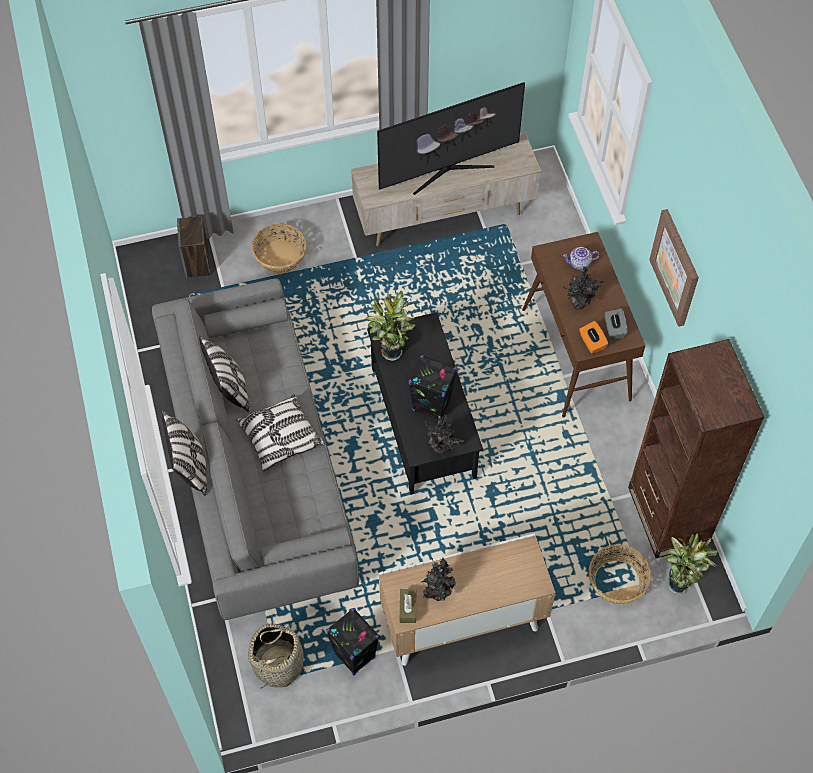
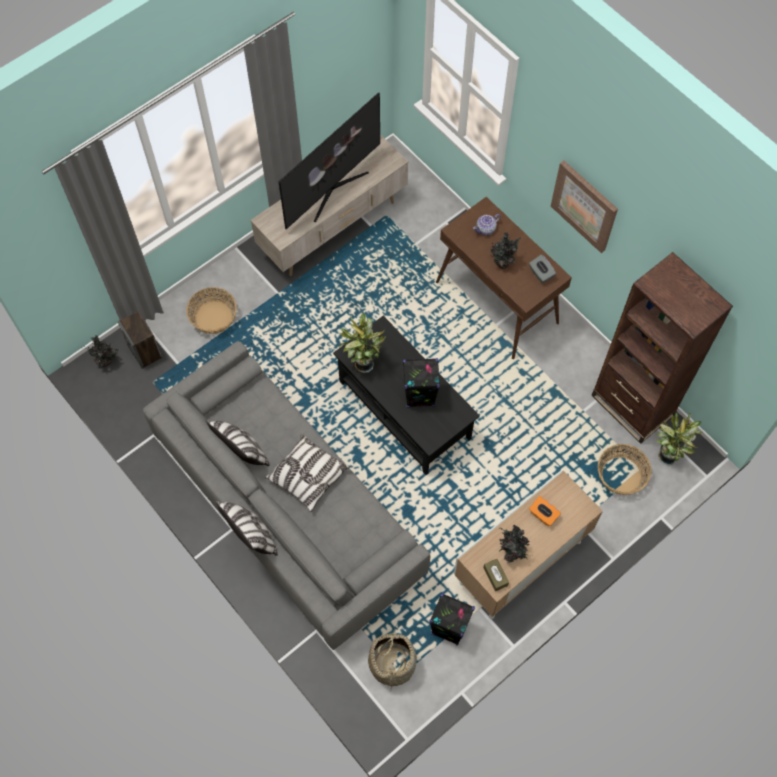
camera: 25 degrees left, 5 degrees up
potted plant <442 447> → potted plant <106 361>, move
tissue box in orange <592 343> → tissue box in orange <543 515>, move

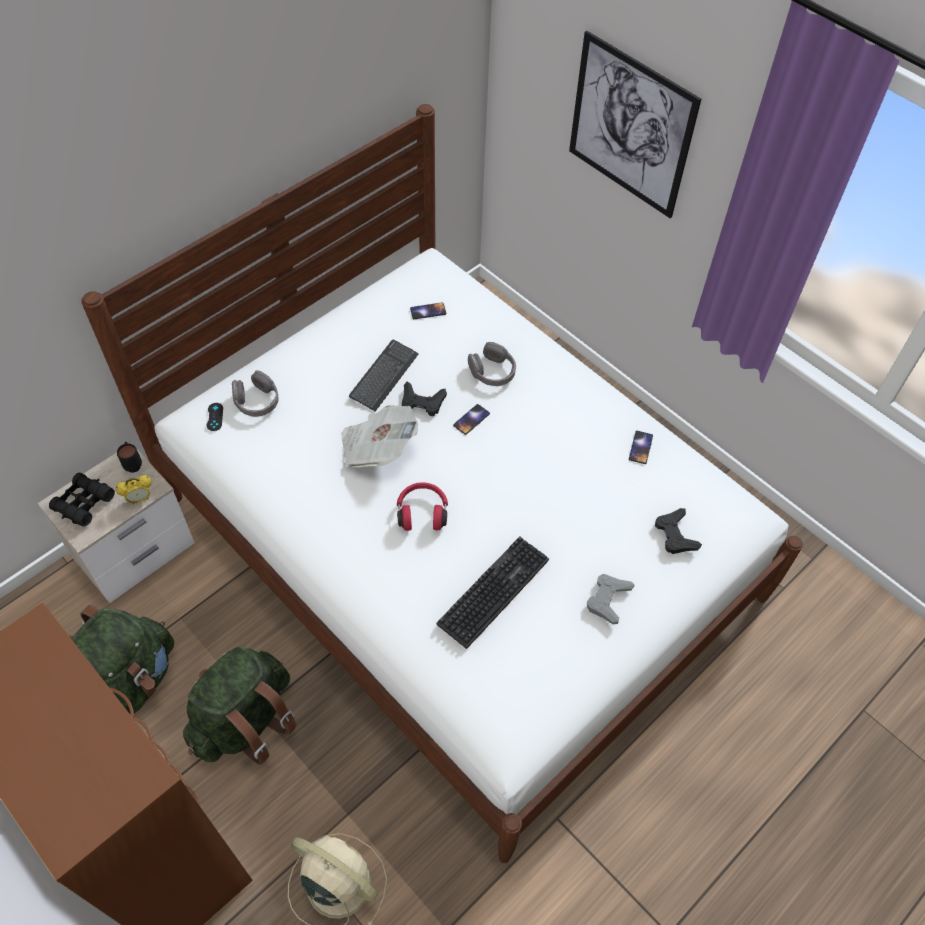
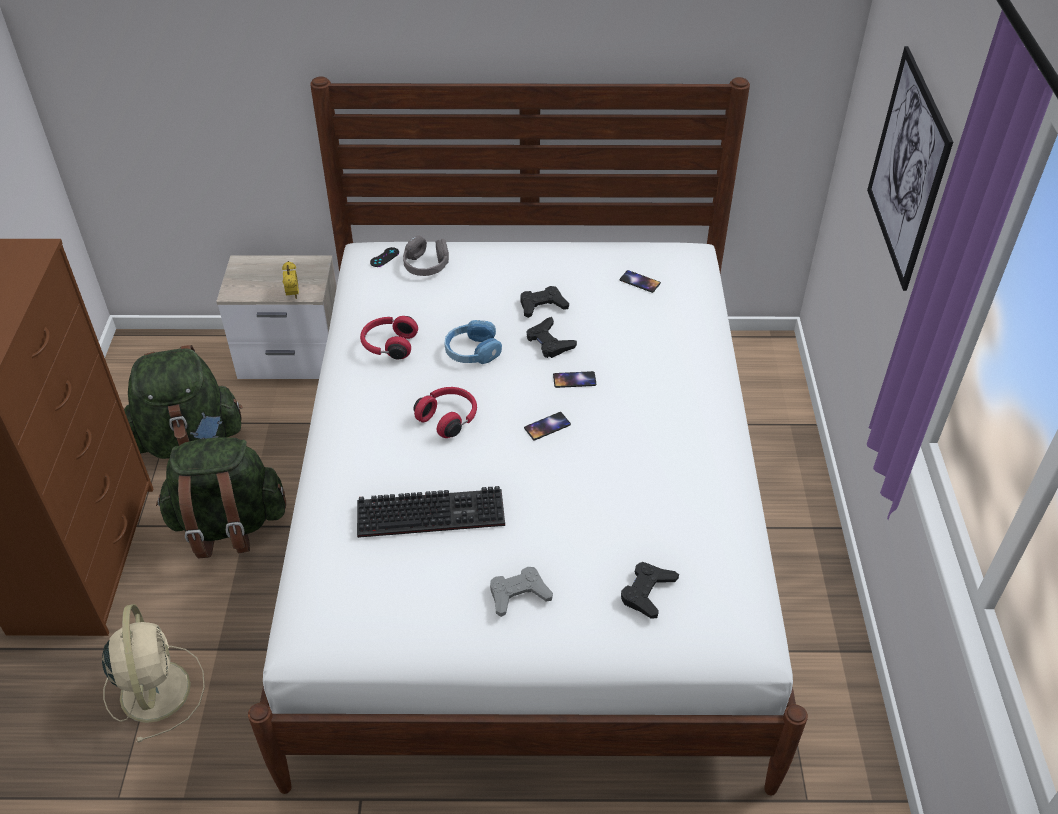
camera: 45 degrees right, 10 degrees down
binoculars in black <83 503> → -
alarm clock <140 499> → alarm clock <293 294>, 120 degrees counterclockwise
mug in black <133 464> → -
newspaper <377 448> → headphones in blue <472 351>
keyboard <384 376> → game controller in black <542 305>
headphones in grey <492 372> → -
phone <640 447> → phone <547 426>, move
- → headphones in red <388 345>

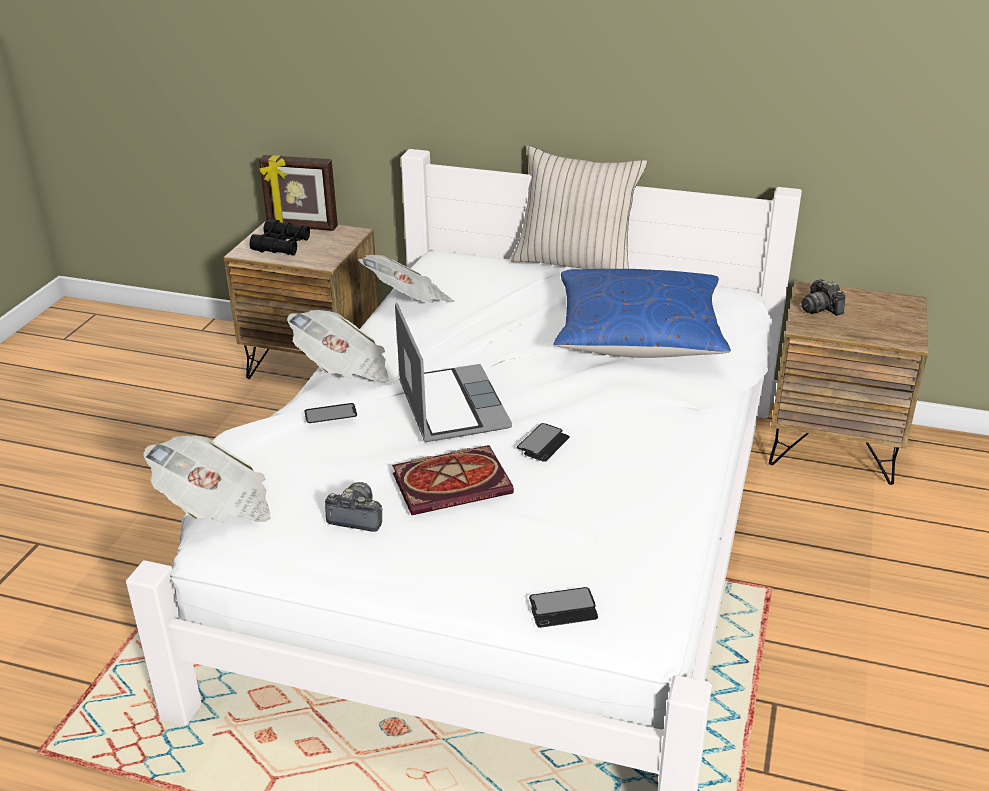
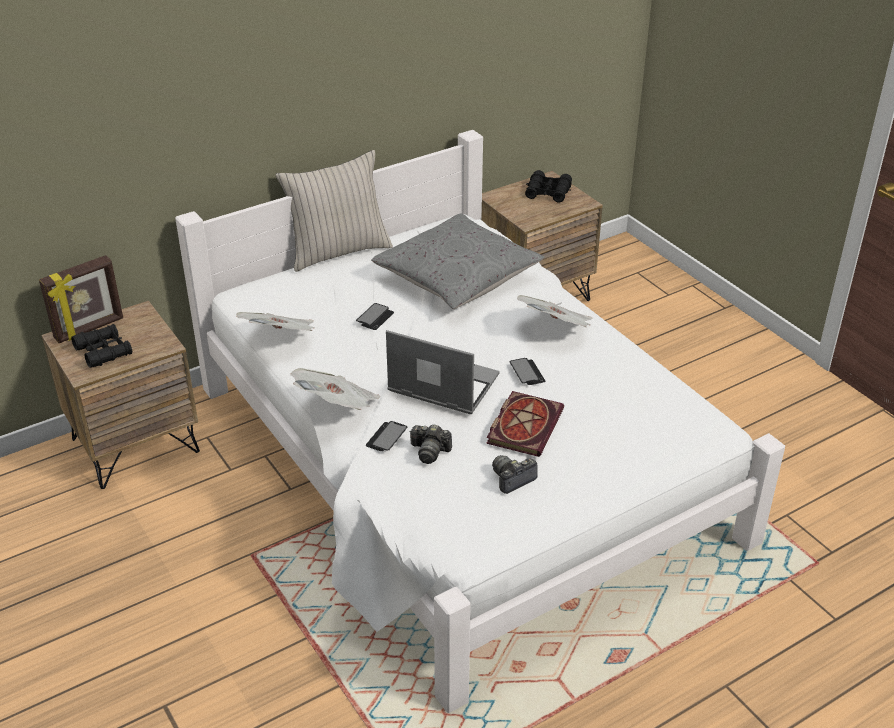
camera: 50 degrees left, 5 degrees up
newspaper <216 506> → newspaper <556 328>, move
phone <563 609> → phone <375 317>, move
pillow in blue <638 335> → pillow in grey <457 278>
photo camera <820 308> → photo camera <430 451>, move
- → binoculars in black <548 192>

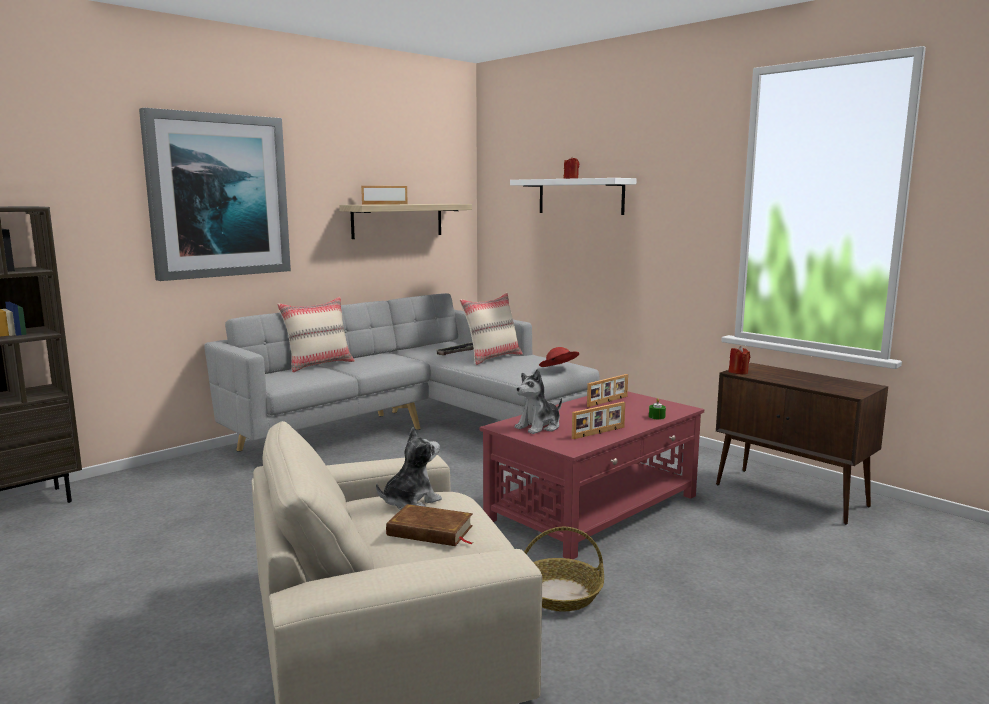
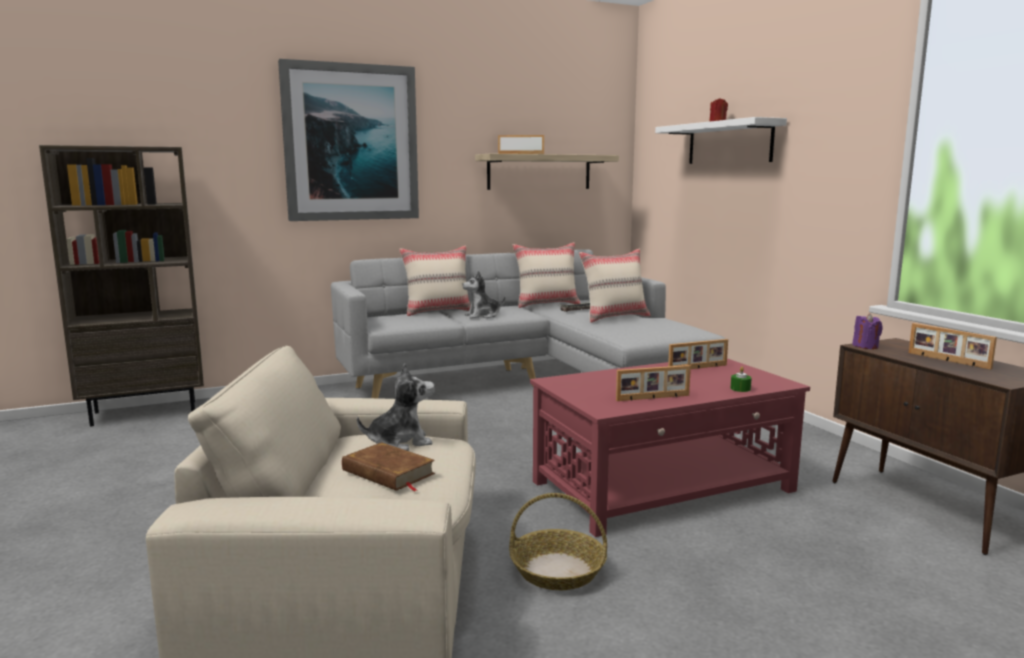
camera: 20 degrees right, 0 degrees up
plush toy <539 427> → plush toy <483 315>, move
hat in red <558 369> → -
candle in red <738 372> → candle in purple <865 346>
- → pillow in beige <547 304>
- → picture frame <947 360>

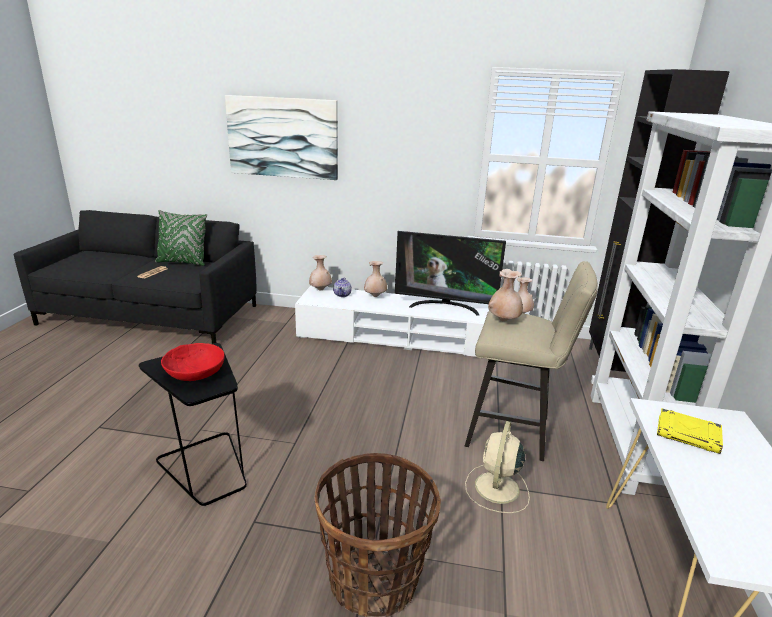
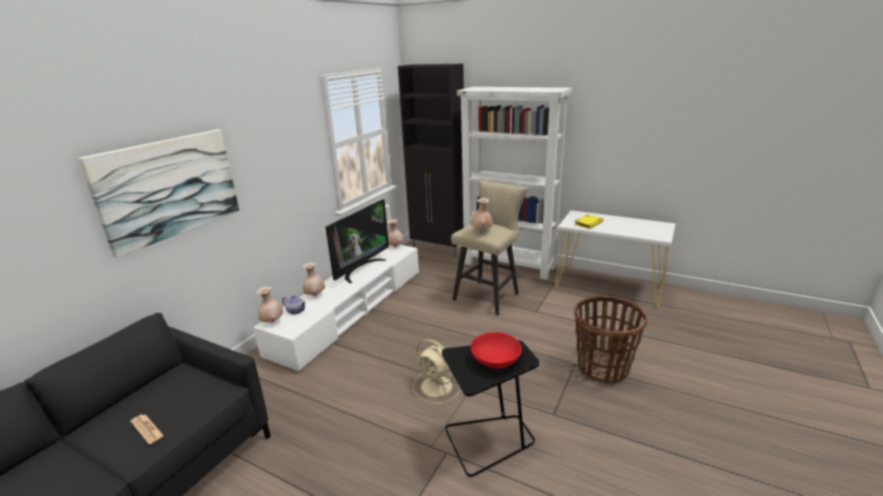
camera: 70 degrees left, 0 degrees up
pillow in green <183 262> → -
fan in beige <496 489> → fan in beige <437 387>, move

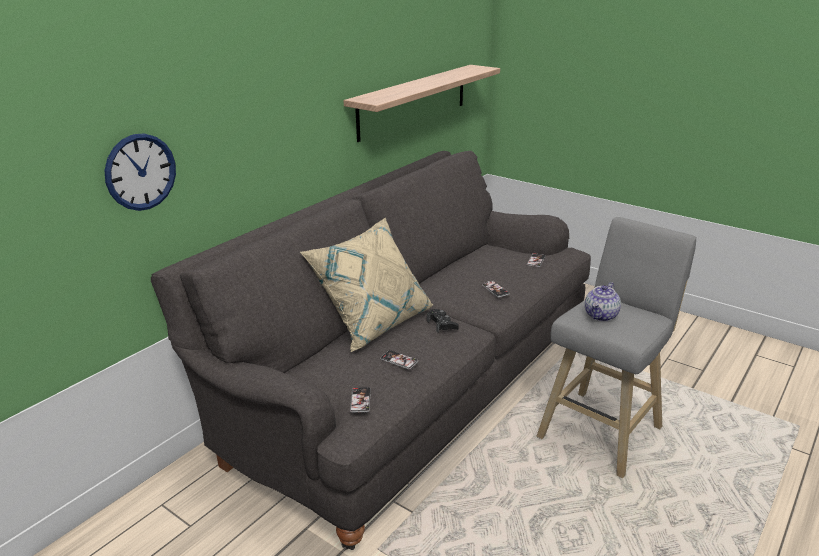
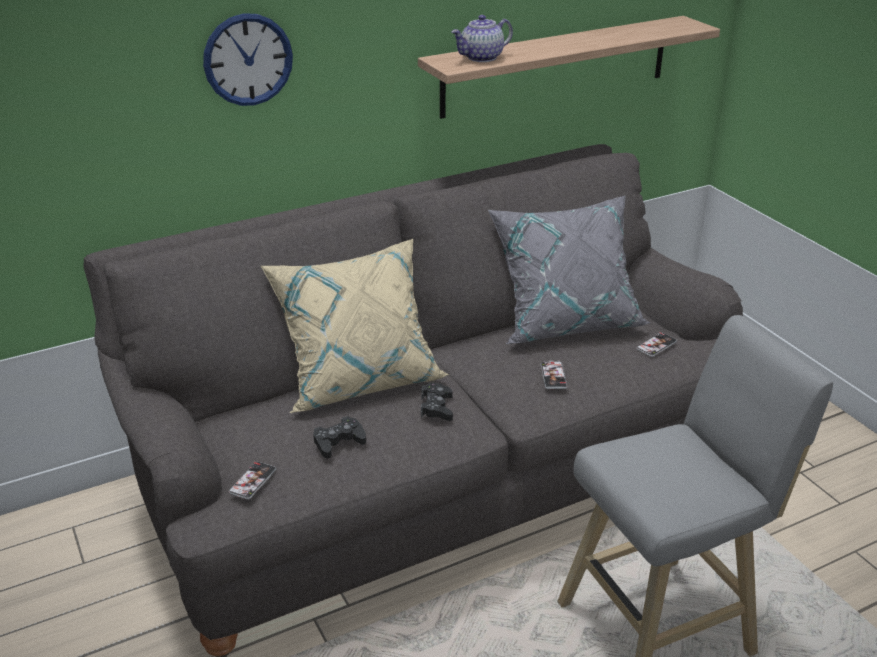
camera: 25 degrees right, 5 degrees up
wall clock <140 172> → wall clock <248 60>, move
phone <399 360> → game controller in black <338 442>
teapot <601 315> → teapot <481 58>, move
- → pillow in grey <565 320>

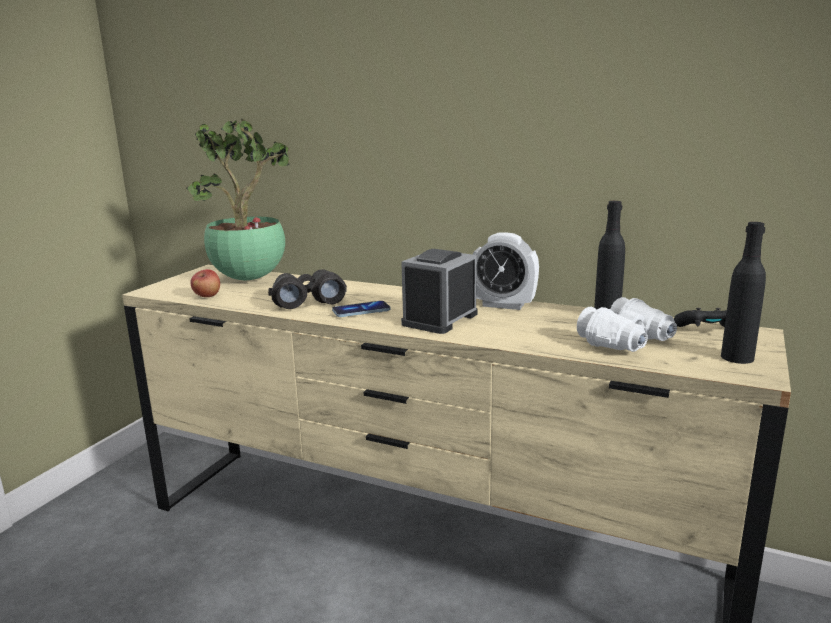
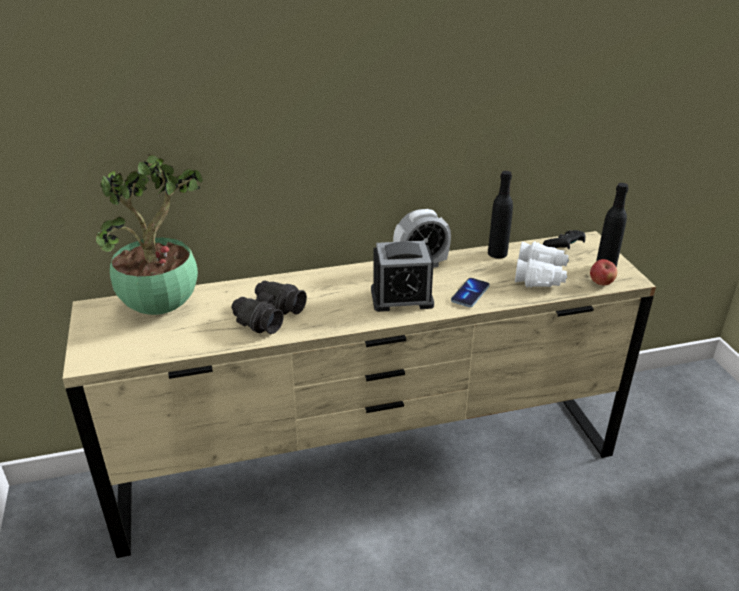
camera: 40 degrees left, 15 degrees up
apple <207 296> → apple <601 283>, move
phone <361 311> → phone <470 294>, move
alarm clock <440 319> → alarm clock <401 298>, 90 degrees counterclockwise

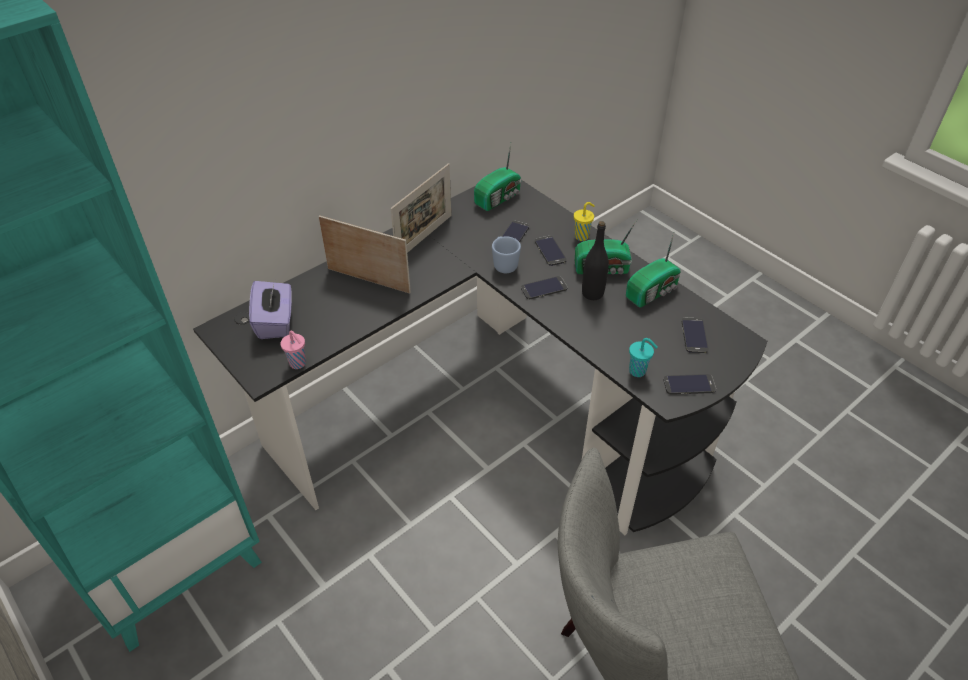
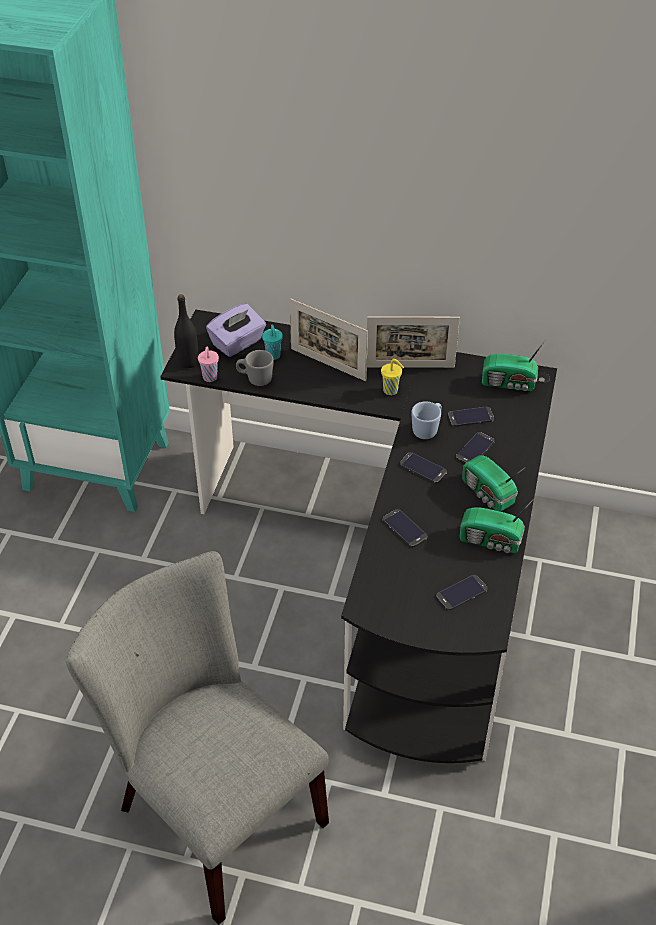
camera: 55 degrees right, 0 degrees up
picture frame <368 280> → picture frame <328 364>, 135 degrees clockwise
cup in yellow <582 236> → cup in yellow <391 391>, move
bottle in black <592 293> → bottle in black <188 362>, move
cup in turquoise <638 371> → cup in turquoise <273 356>, move
phone <689 385> → phone <404 528>, move
- → mug in grey <255 379>

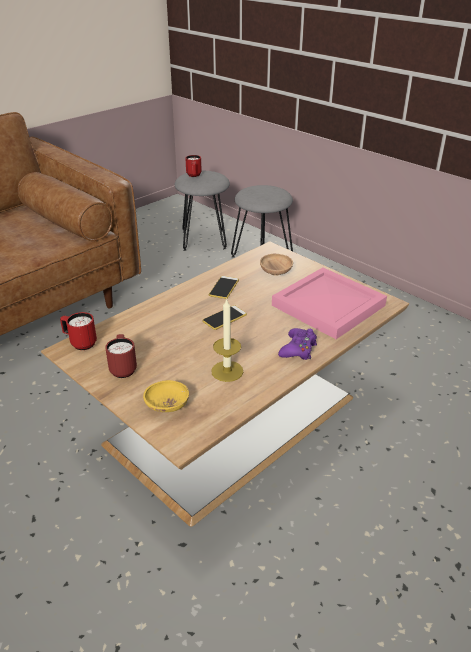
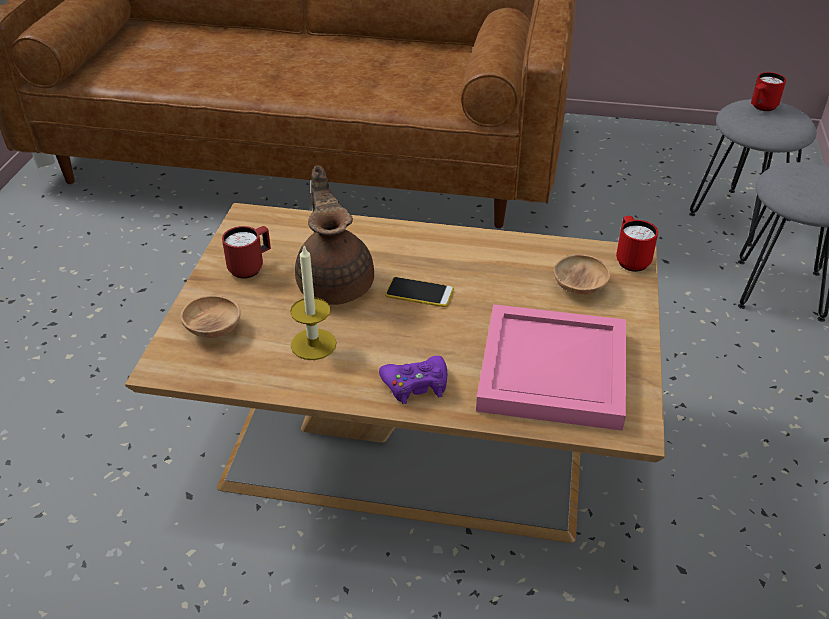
camera: 55 degrees right, 5 degrees up
mug in red <80 343> → mug in red <630 259>, move
bowl in yellow <167 406> → bowl in brown <213 329>
phone <224 288> → -
- → teapot in brown <336 283>

